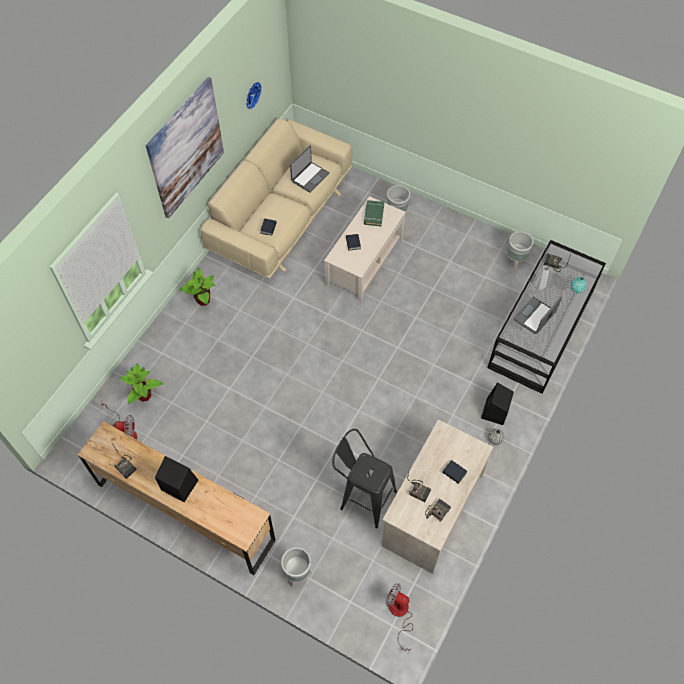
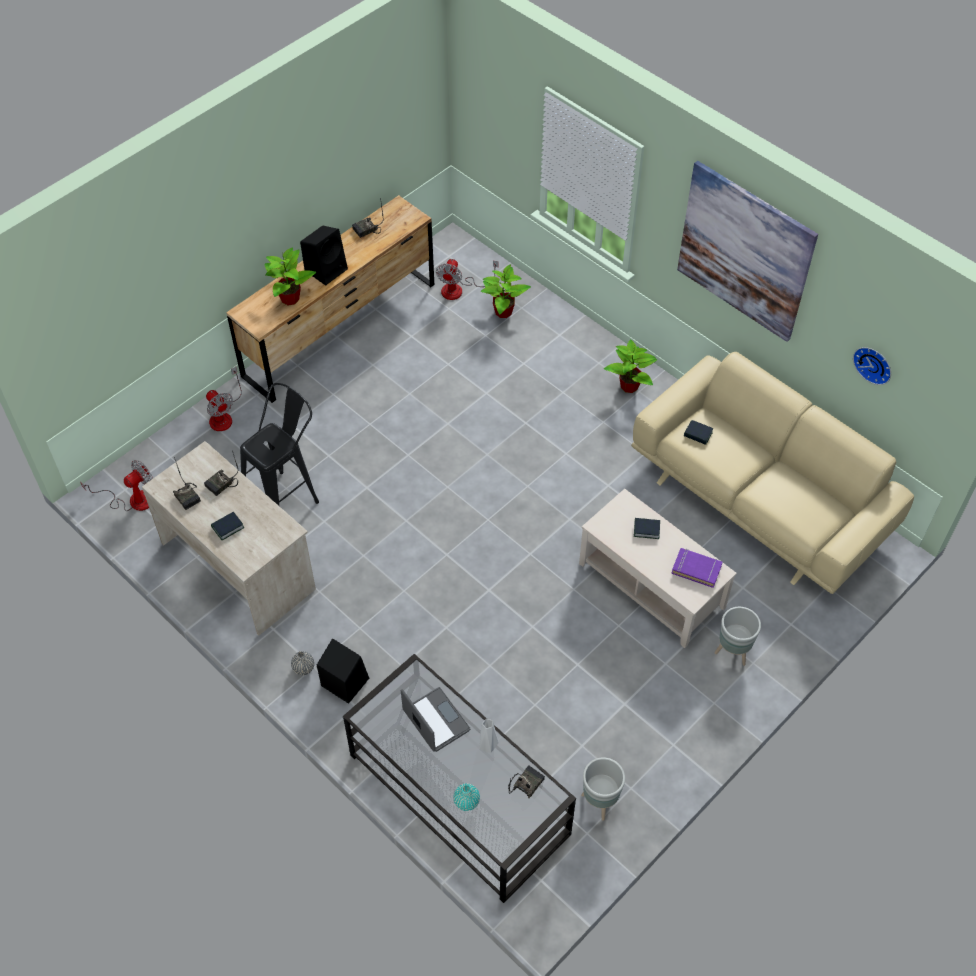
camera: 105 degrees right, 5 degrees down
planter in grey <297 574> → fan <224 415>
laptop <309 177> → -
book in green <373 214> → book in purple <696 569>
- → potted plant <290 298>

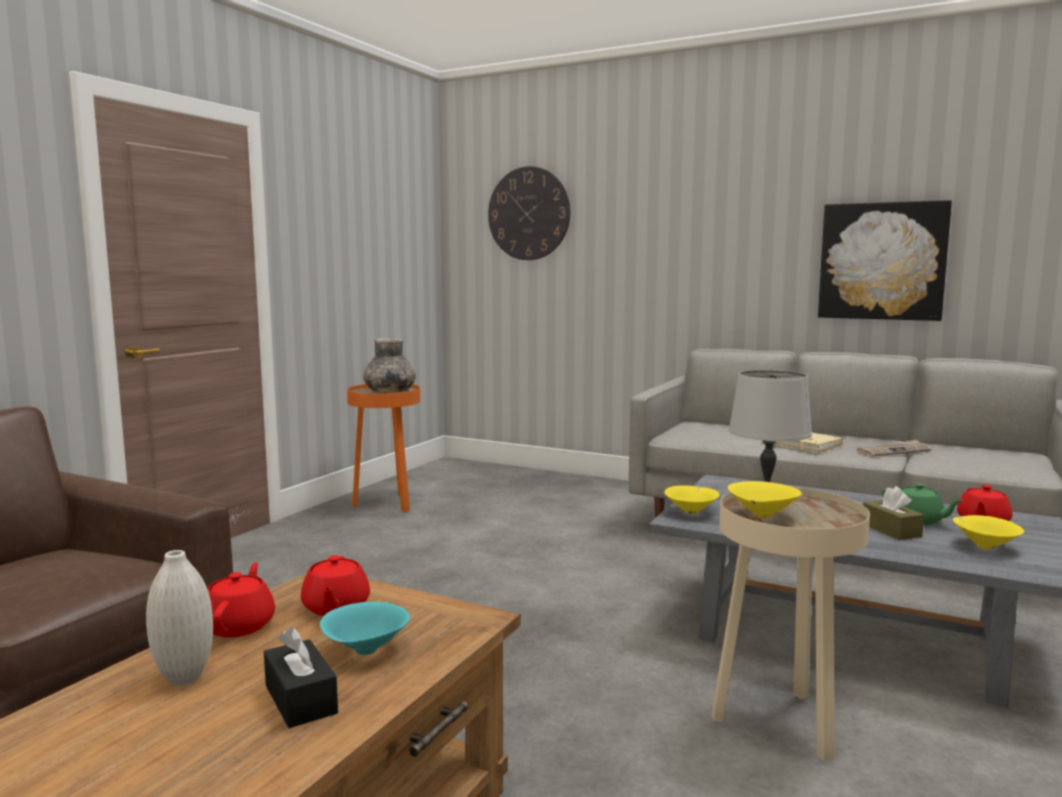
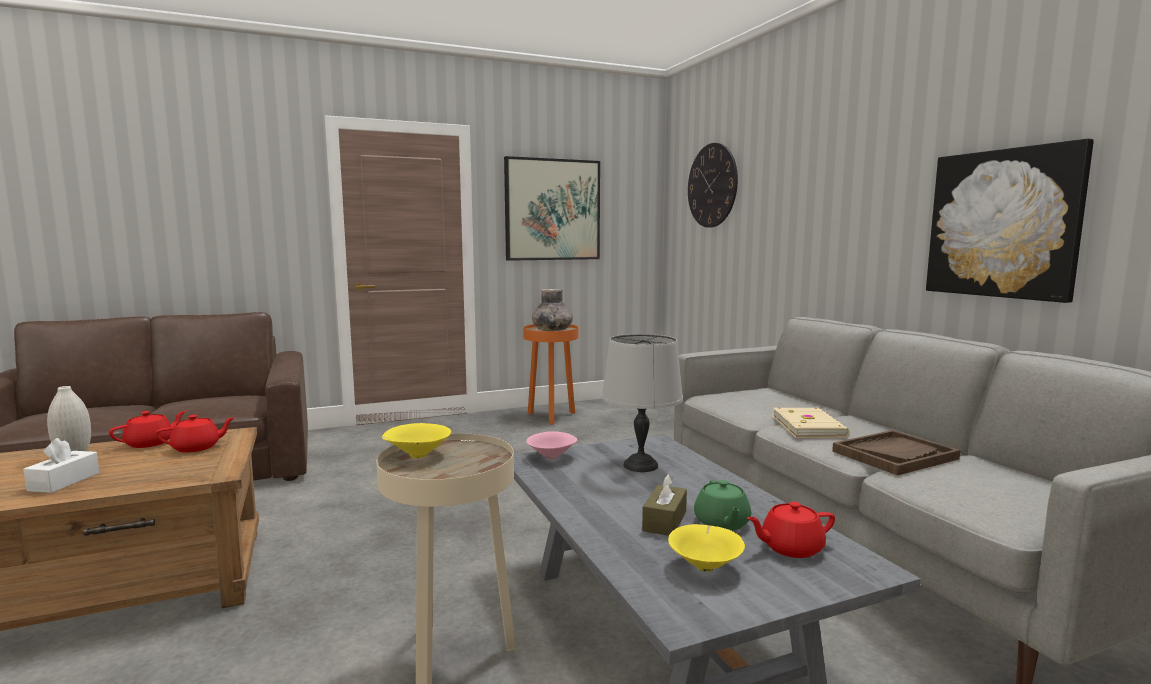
camera: 40 degrees right, 0 degrees up
tissue box in black <300 699> → tissue box in white <64 481>
teapot in red <335 608> → teapot in red <197 448>, 150 degrees counterclockwise
bowl in turquoise <364 651> → -
bowl in yellow <691 512> → bowl in pink <553 457>
newspaper <893 451> → tray in brown <894 455>
- → picture <552 210>

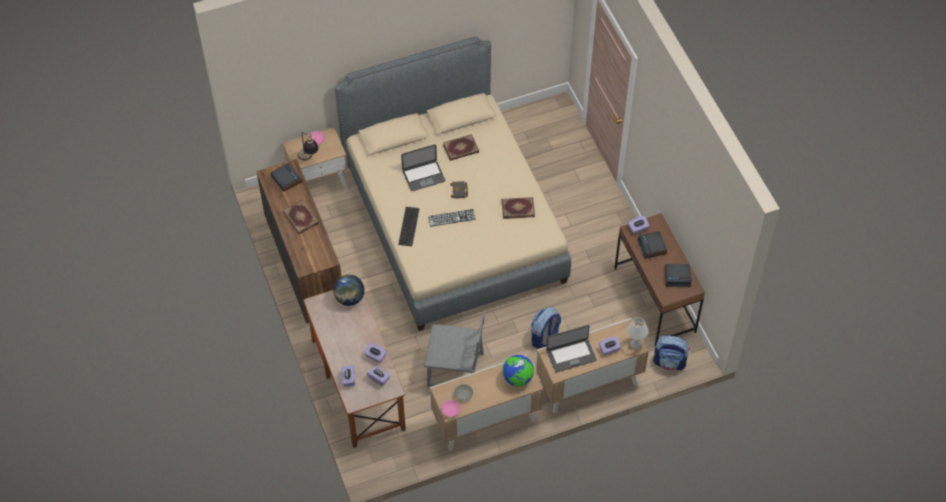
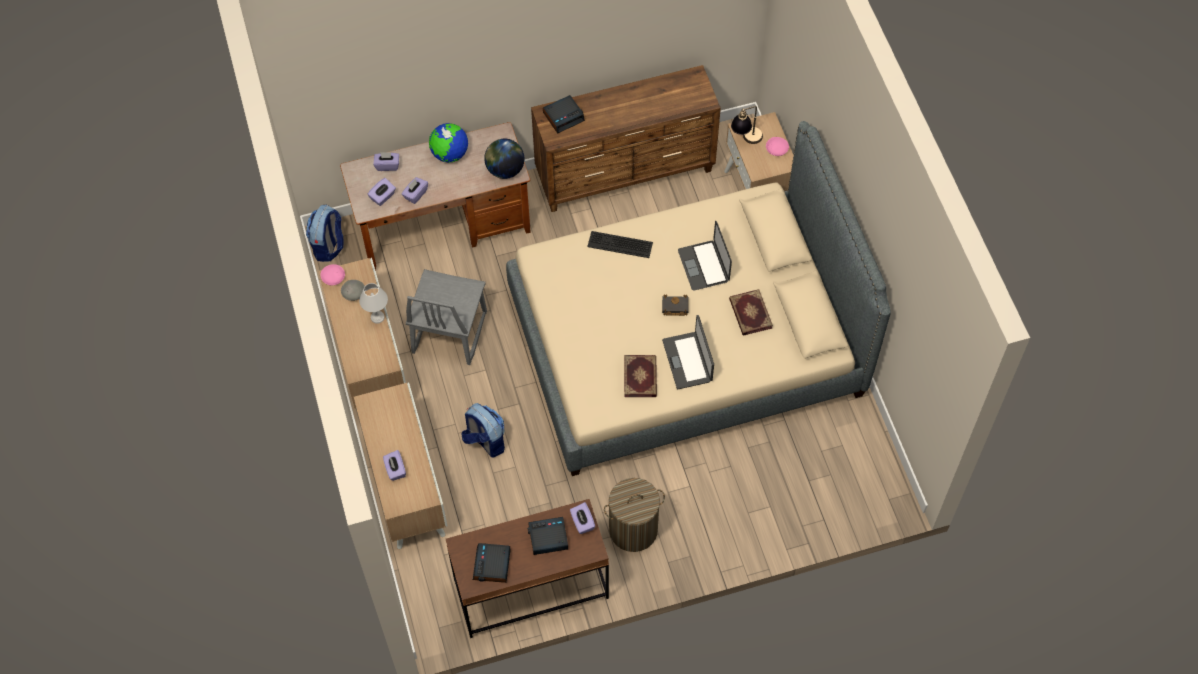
camera: 95 degrees right, 5 degrees up
alarm clock <286 179> → alarm clock <563 116>, move
book <301 218> → -
keyboard <452 218> → -
globe <517 378> → globe <449 154>, move
laptop <571 355> → laptop <688 360>, move
table lamp in white <635 344> → table lamp in white <378 317>, move
backpack <670 362> → backpack <329 246>, move
- → laundry basket <633 529>

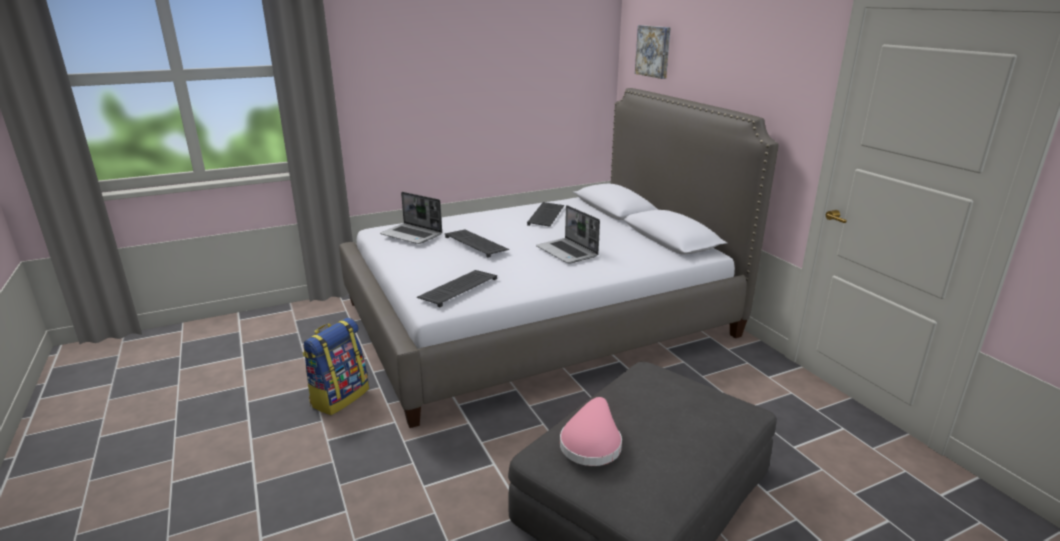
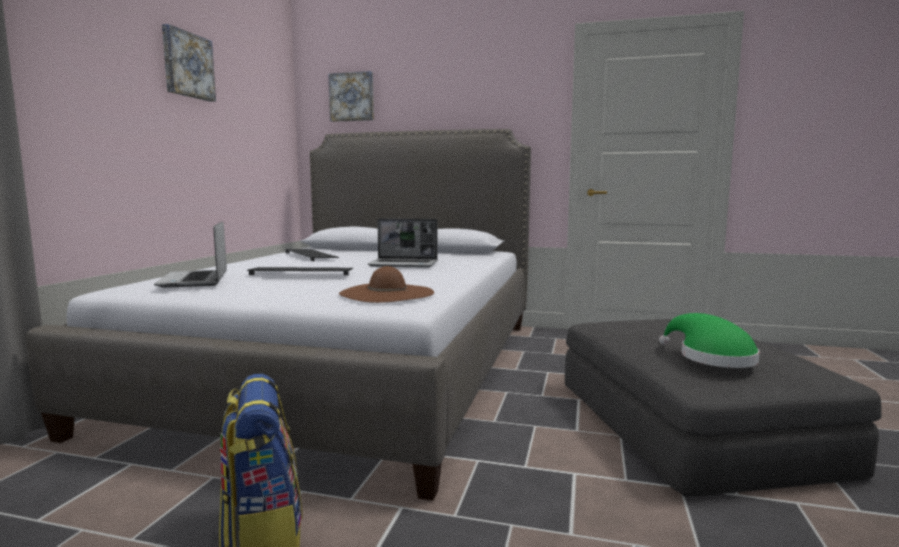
camera: 50 degrees left, 15 degrees down
laptop <412 235> → laptop <195 280>, 90 degrees clockwise
keyboard <458 288> → hat in brown <387 293>
hat in pink <591 443> → hat in green <711 357>
- → picture <187 65>

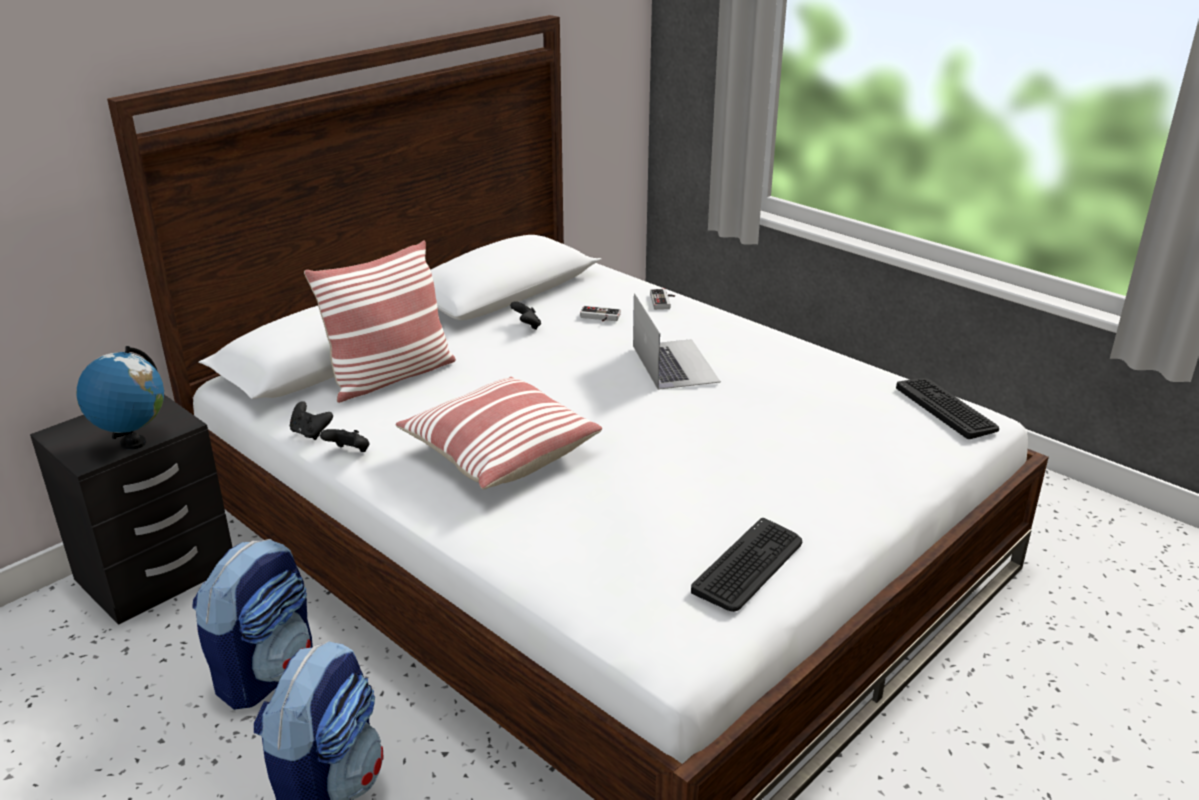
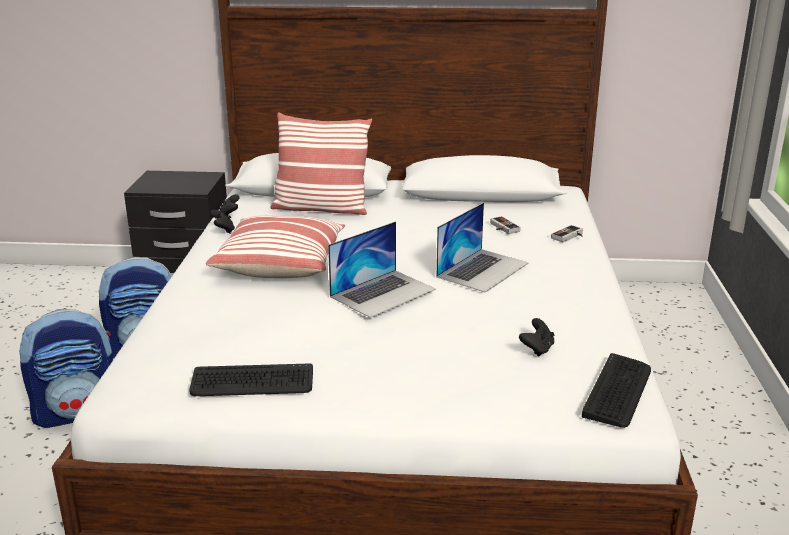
camera: 50 degrees right, 5 degrees down
globe <133 443> → -
game controller in black <527 326> → game controller in black <537 349>, move
- → laptop <383 293>

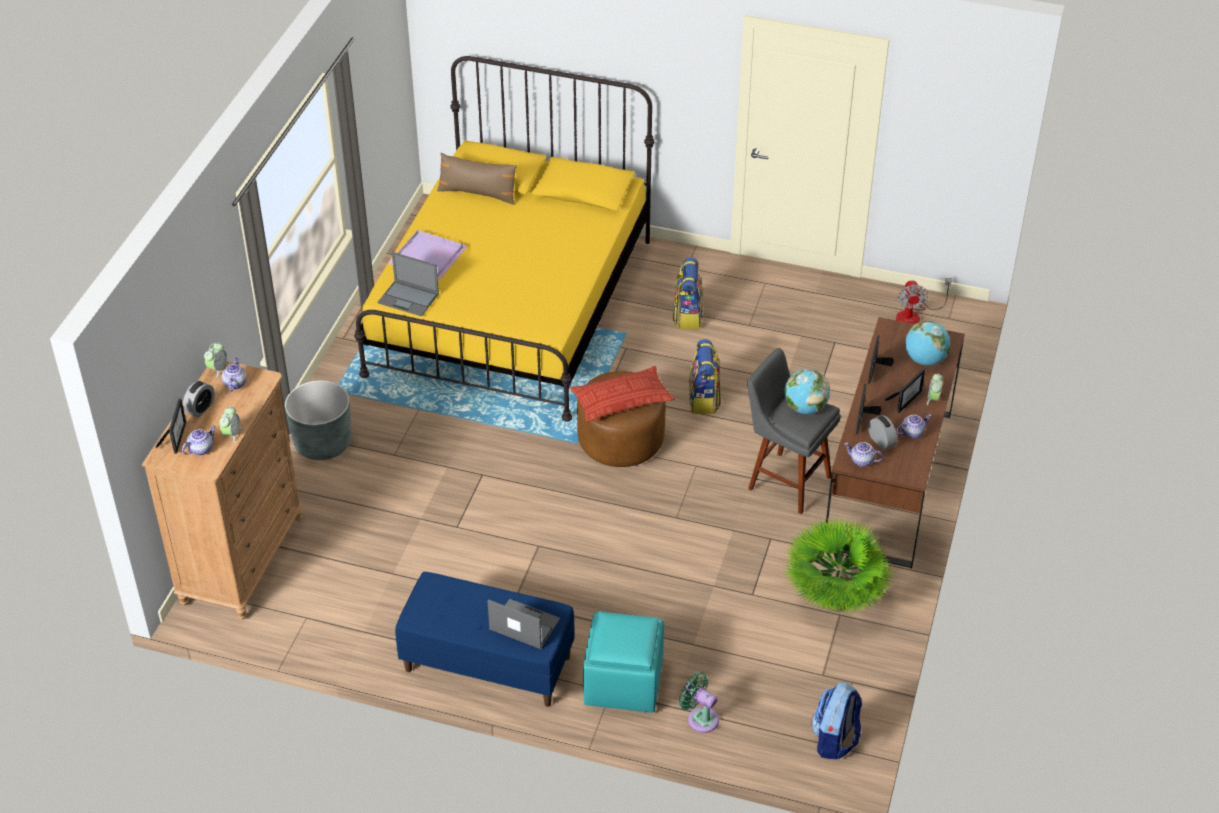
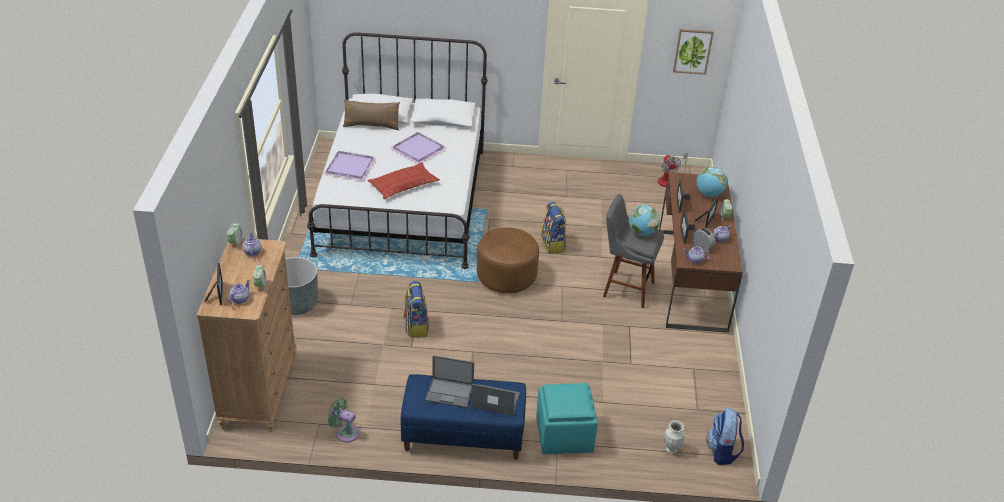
camera: 15 degrees left, 5 degrees down
alarm clock <200 408> → -
bed in yellow <511 306> → bed in white <403 201>
laptop <409 298> → laptop <450 392>, move
pillow <621 399> → pillow <403 184>, move
backpack <687 316> → backpack <416 326>, move
fan in green <700 718> → fan in green <345 433>, move
potted plant <835 601> → -
- → tray in purple <418 150>
- → vase <671 450>
- → picture <692 51>

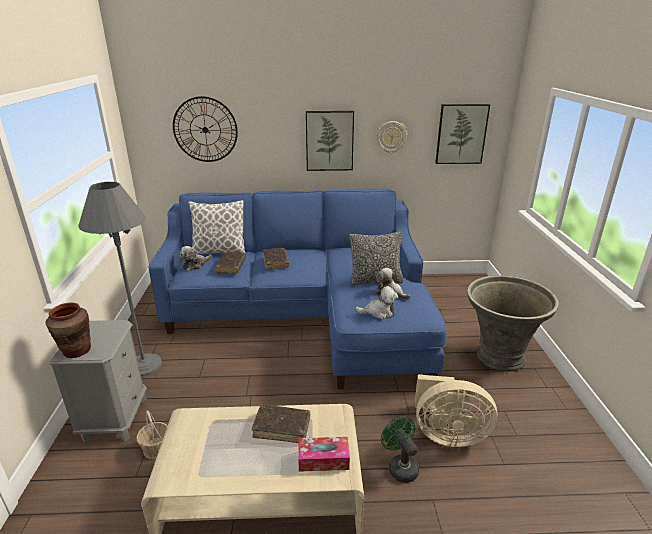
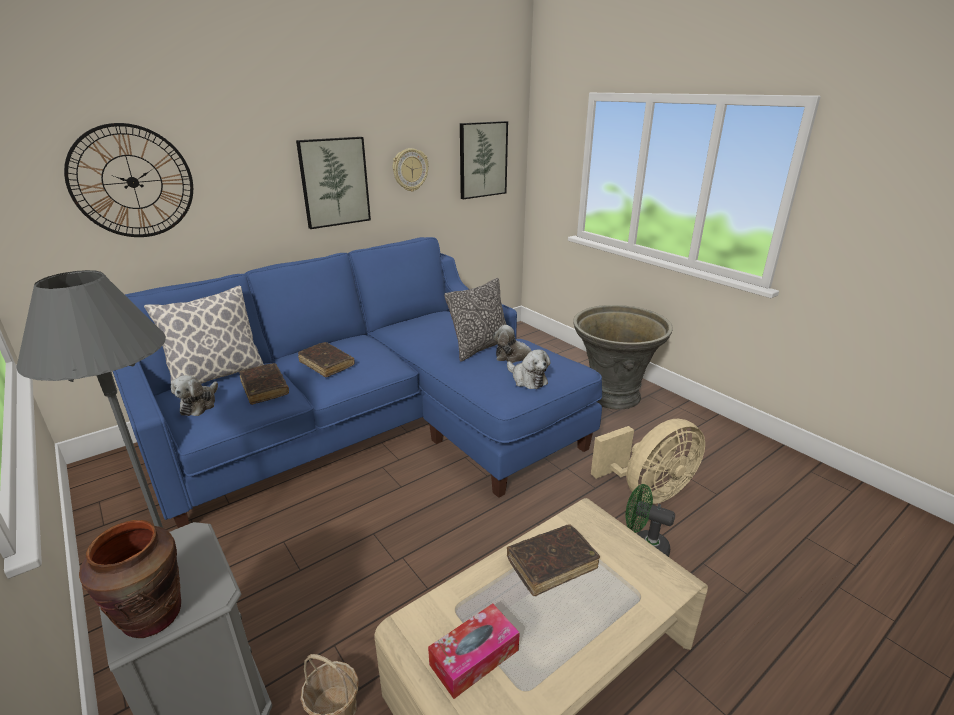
camera: 35 degrees left, 0 degrees up
tissue box <323 459> → tissue box <474 657>, move
plush toy <378 312> → plush toy <527 379>, 90 degrees clockwise

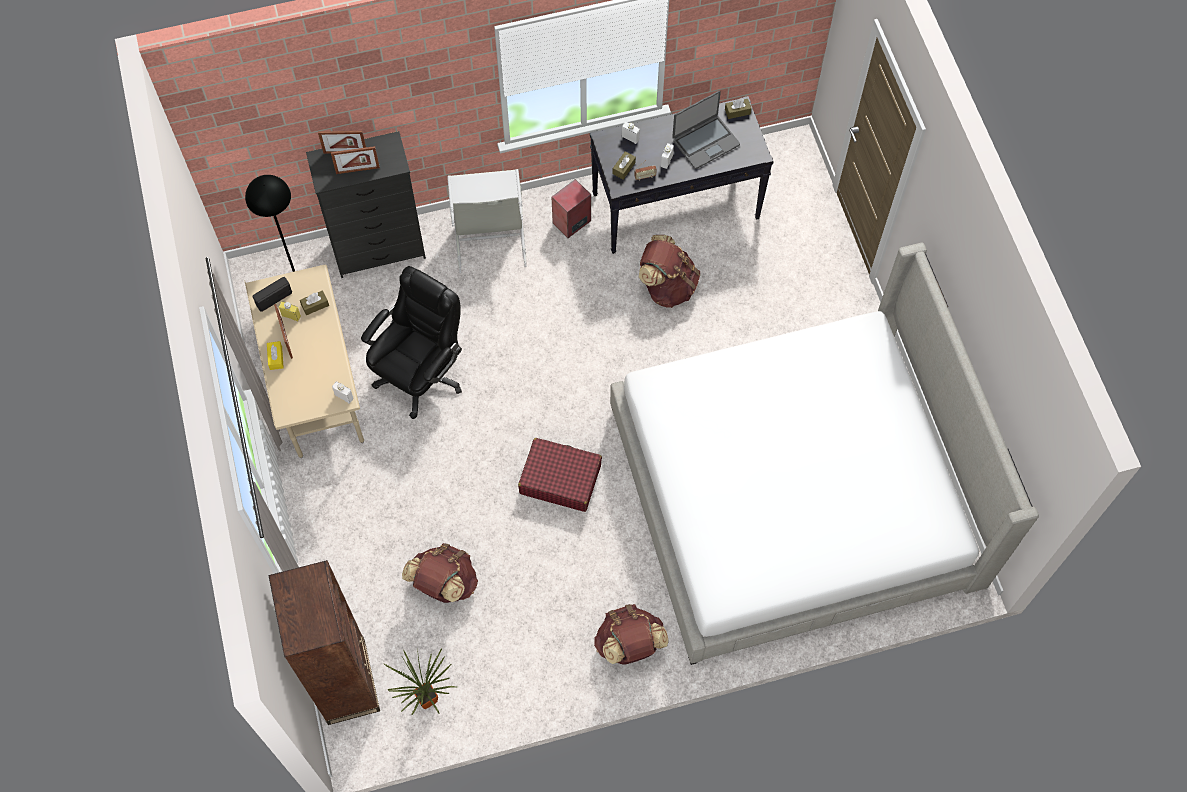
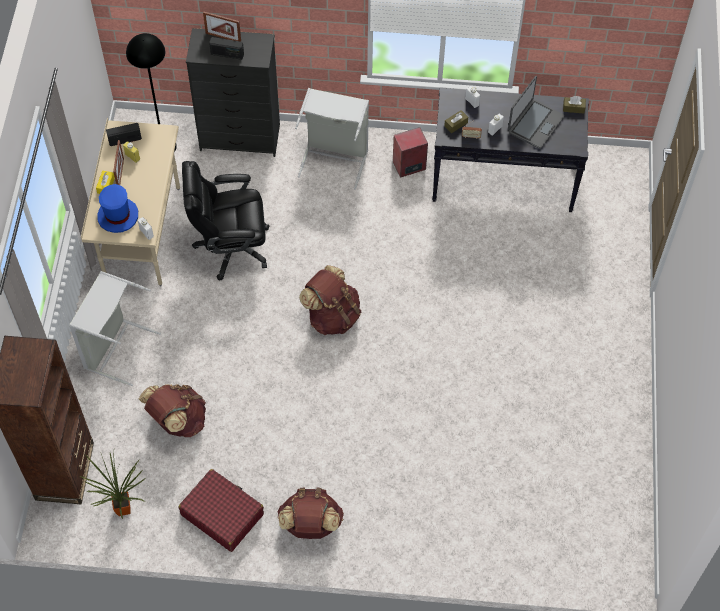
camera: 20 degrees right, 5 degrees down
tissue box in brown <315 305> → -
picture frame <357 170> → radio <227 54>
office chair in black <420 374> → office chair in black <231 247>, 150 degrees counterclockwise
suitcase in red <560 479> → suitcase in red <222 514>, move
bed <794 495> → -
backpack in brown <667 286> → backpack in brown <332 316>, move
laptop <705 142> → laptop <535 124>, 45 degrees counterclockwise
- → laundry basket in grey <115 348>
- → hat in blue <118 216>

